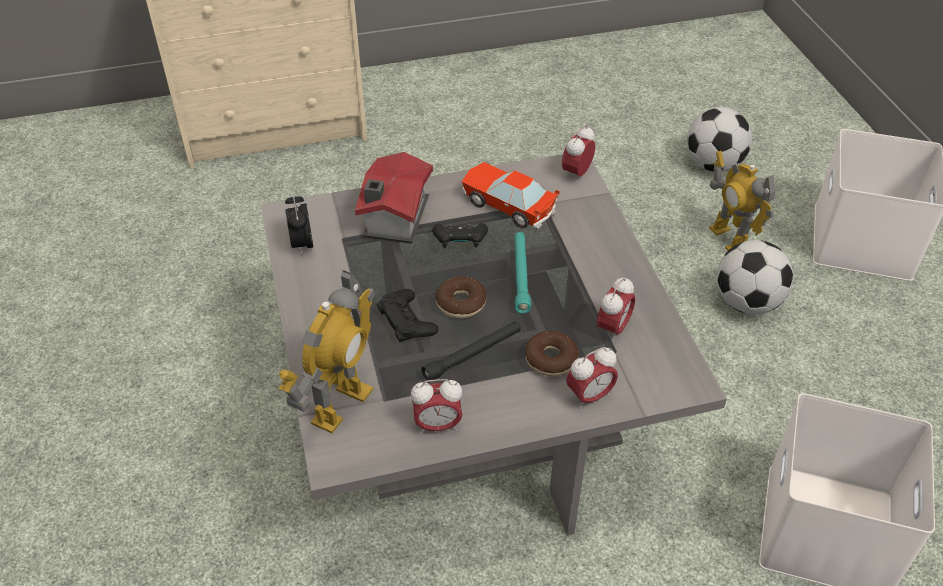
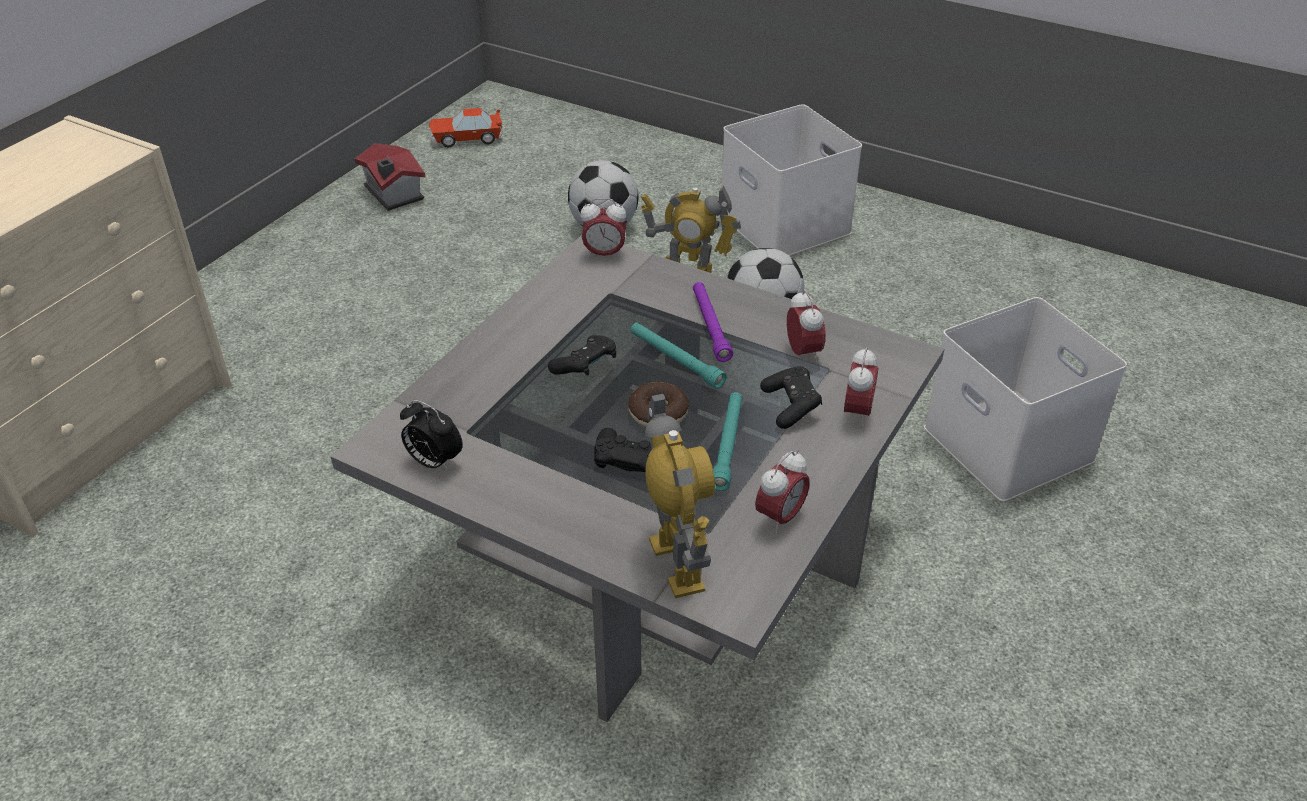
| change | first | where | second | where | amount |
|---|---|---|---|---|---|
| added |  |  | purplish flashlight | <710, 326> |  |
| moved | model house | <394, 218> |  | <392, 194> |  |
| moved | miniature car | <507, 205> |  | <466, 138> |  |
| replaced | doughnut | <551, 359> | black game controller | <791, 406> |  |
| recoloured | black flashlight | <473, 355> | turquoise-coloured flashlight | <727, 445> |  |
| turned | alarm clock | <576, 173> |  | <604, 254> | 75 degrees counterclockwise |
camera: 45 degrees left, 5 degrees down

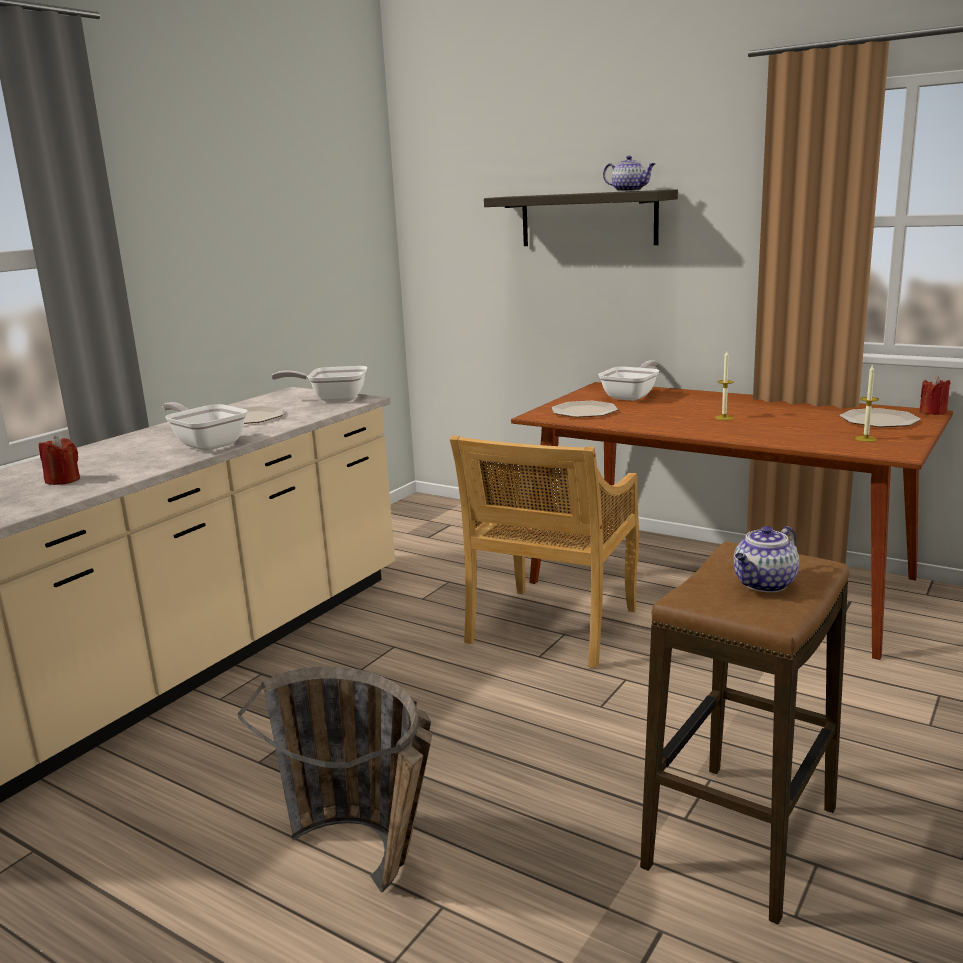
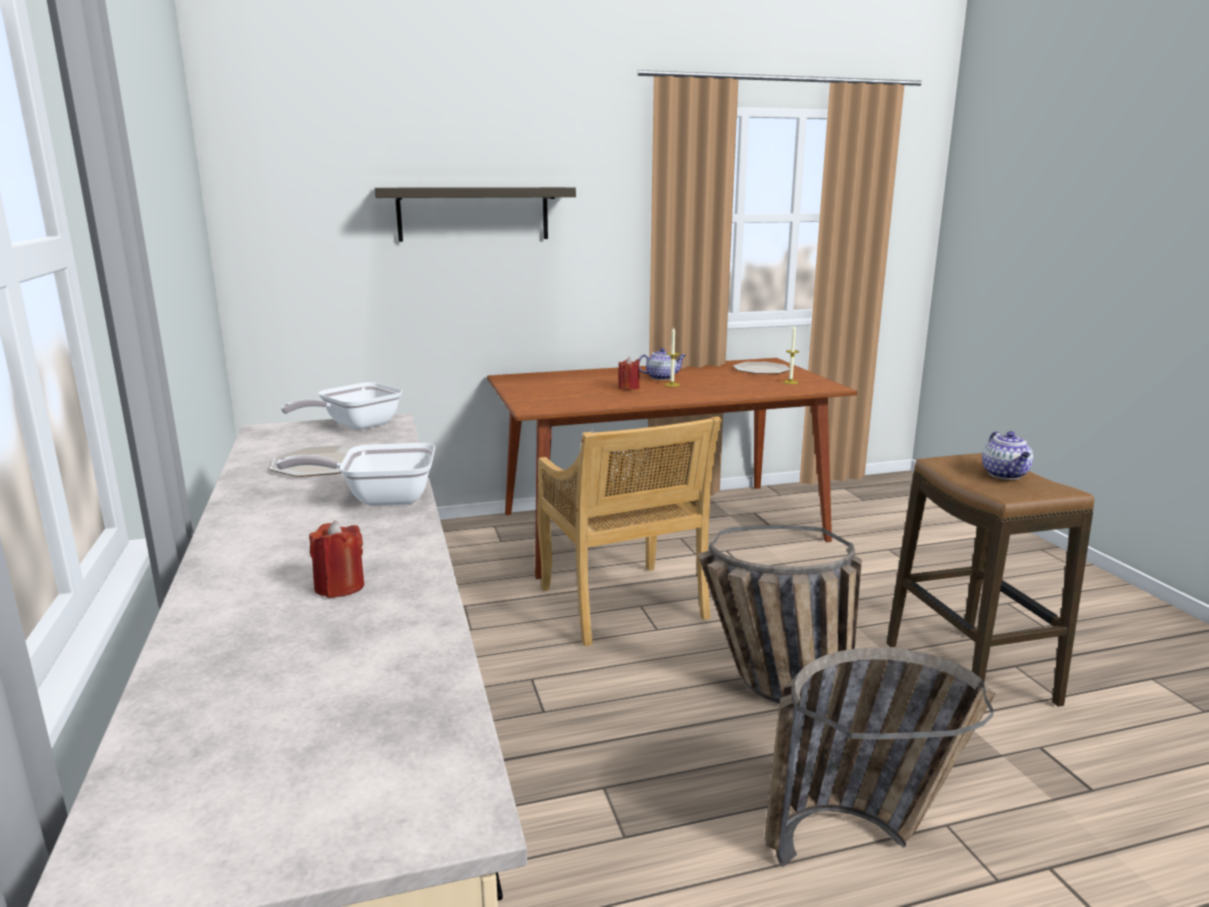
| change | first | where | second | where | amount |
|---|---|---|---|---|---|
| removed | dinner plate | <583, 411> |  |  |  |
| removed | pan | <632, 396> |  |  |  |
| added |  |  | household basket | <772, 687> |  |
| moved | tea pot | <629, 191> |  | <661, 377> |  |
| moved | reddish candle | <933, 412> |  | <628, 388> |  |
camera: 50 degrees left, 0 degrees up

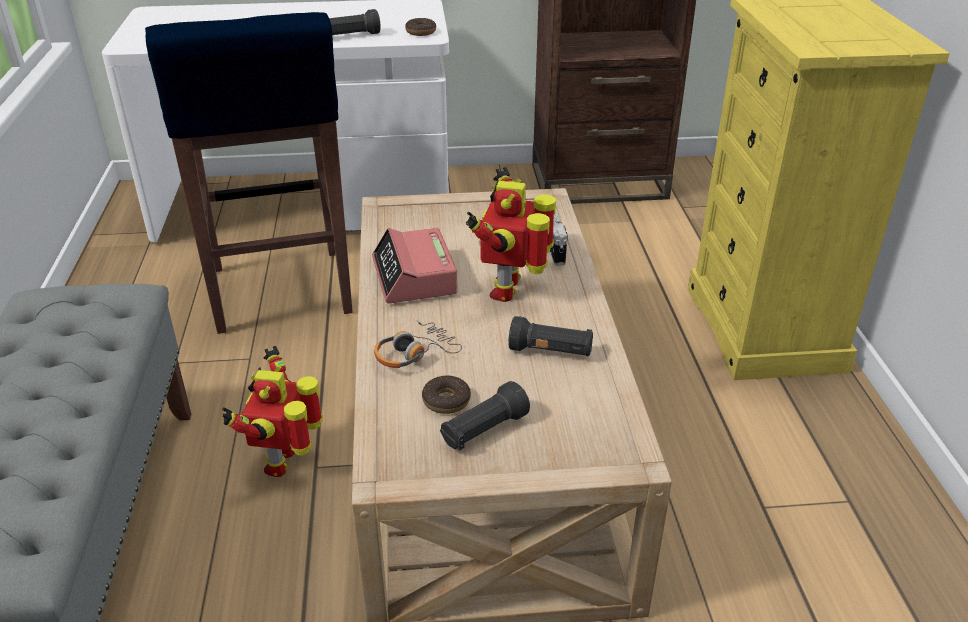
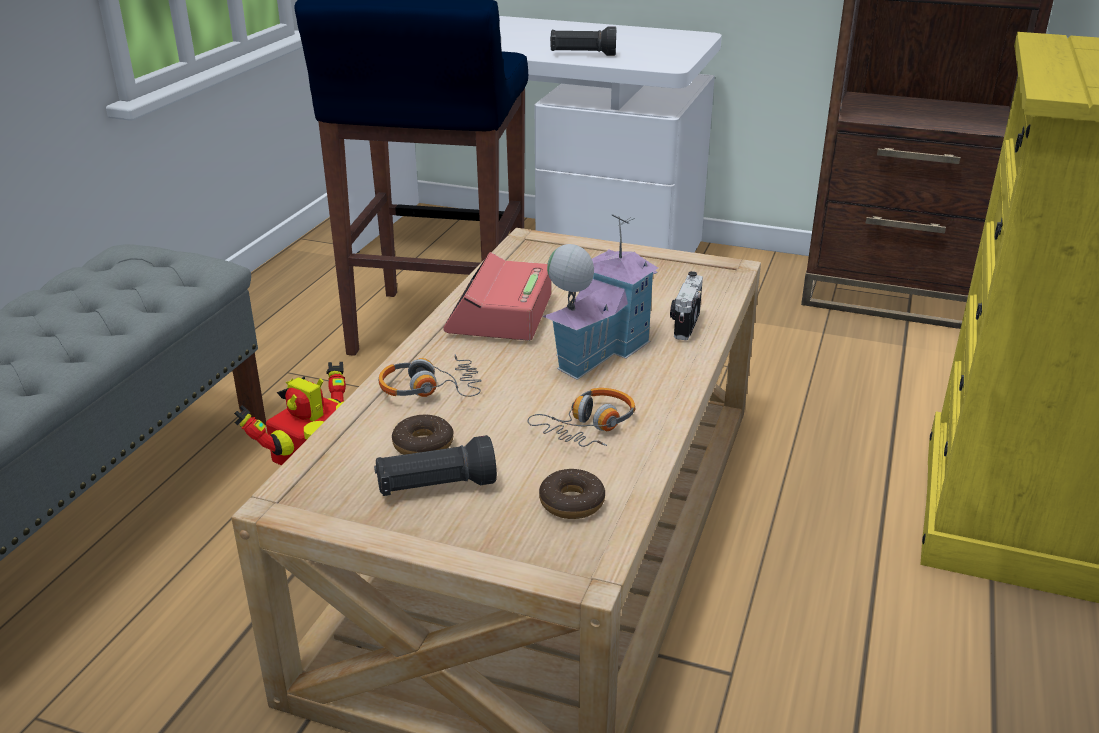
| change | first | where | second | where | amount |
|---|---|---|---|---|---|
| moved | doughnut | <421, 32> |  | <572, 502> |  |
| replaced | robot figure | <509, 289> | model house | <598, 350> |  |
| replaced | black flashlight | <551, 351> | headphones | <588, 427> |  |
camera: 25 degrees right, 5 degrees down

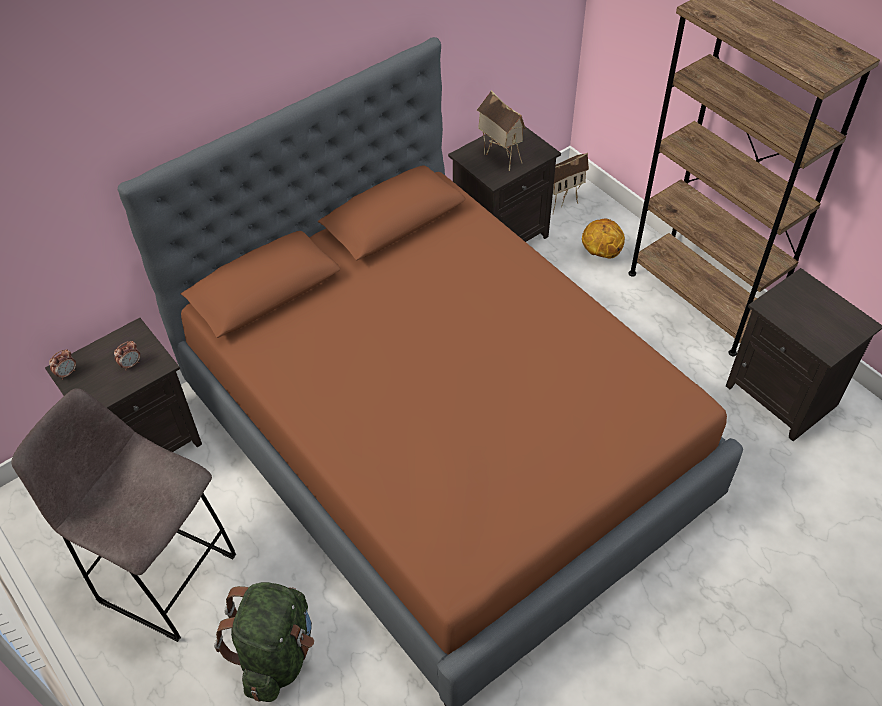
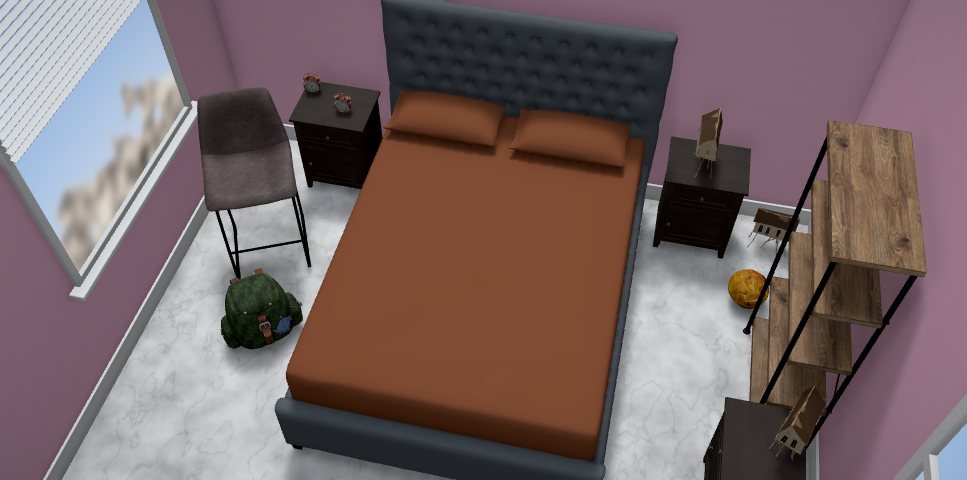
| change | first | where | second | where | amount |
|---|---|---|---|---|---|
| added |  |  | model house | <788, 443> |  |
camera: 50 degrees right, 0 degrees up

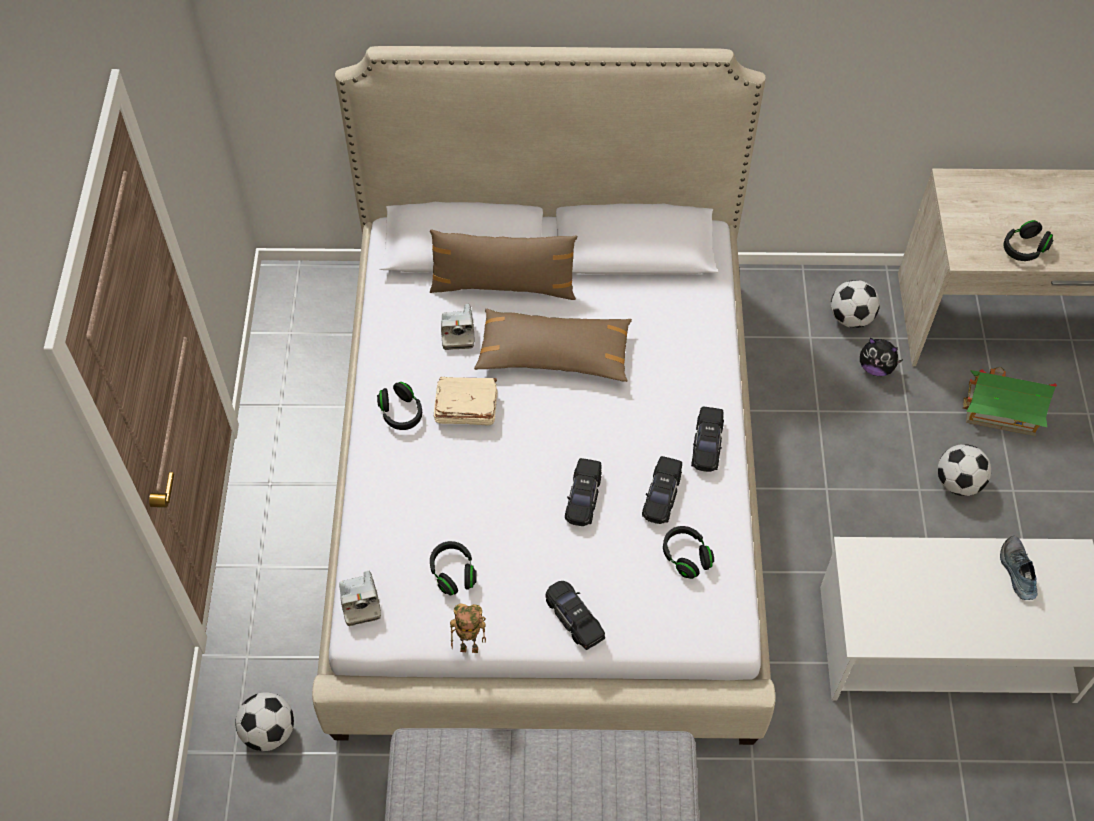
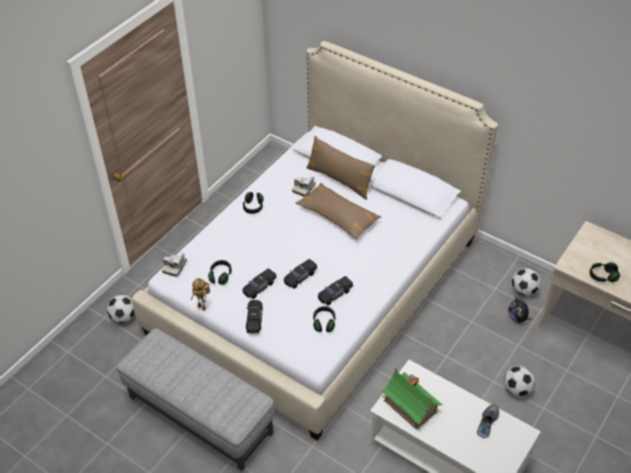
| change | first | where | second | where | amount |
|---|---|---|---|---|---|
| removed | beige book | <465, 408> |  |  |  |
| moved | black miniature car | <707, 445> |  | <259, 287> |  |
| moved | model house | <1001, 410> |  | <410, 405> |  |
camera: 35 degrees right, 10 degrees down

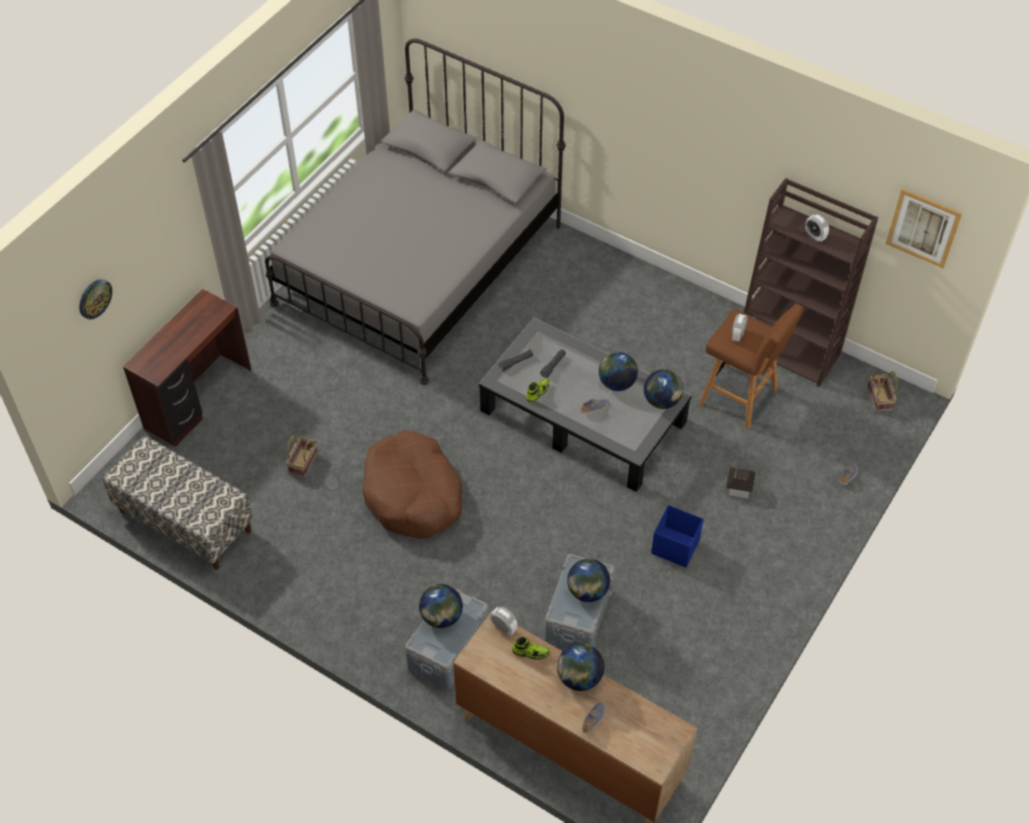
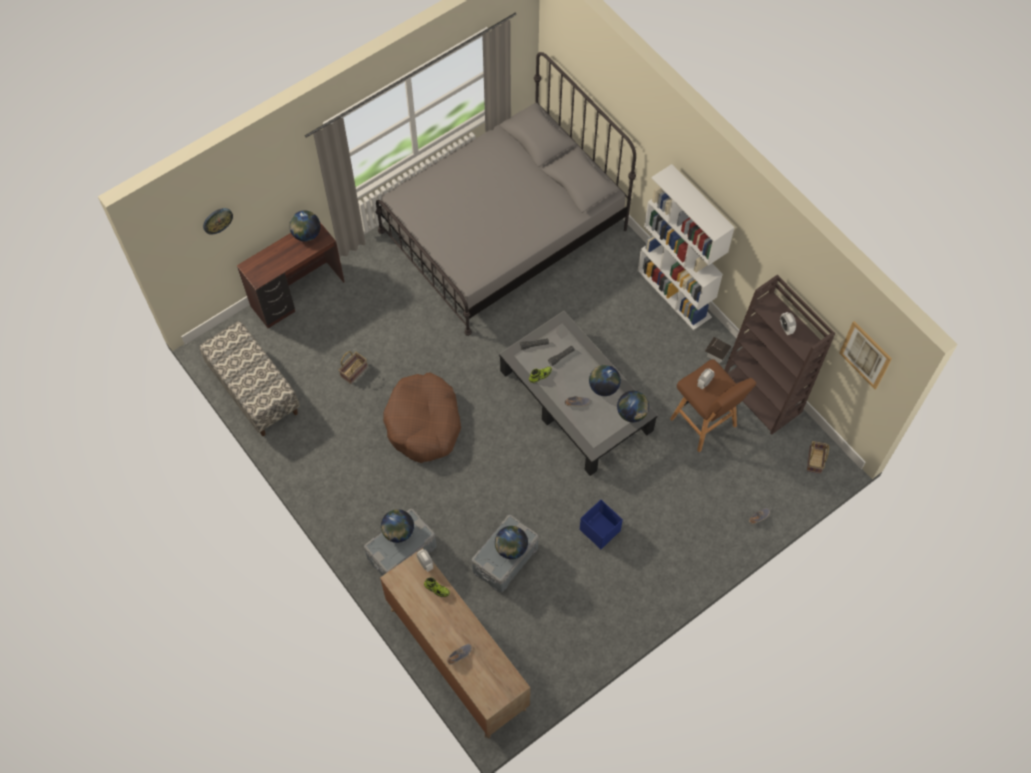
| change | first | where | second | where | amount |
|---|---|---|---|---|---|
| added |  |  | white-coloured bookcase | <675, 293> |  |
| moved | world globe | <579, 678> |  | <306, 234> |  |
| moved | model house | <739, 488> |  | <716, 354> |  |
camera: 20 degrees right, 10 degrees up

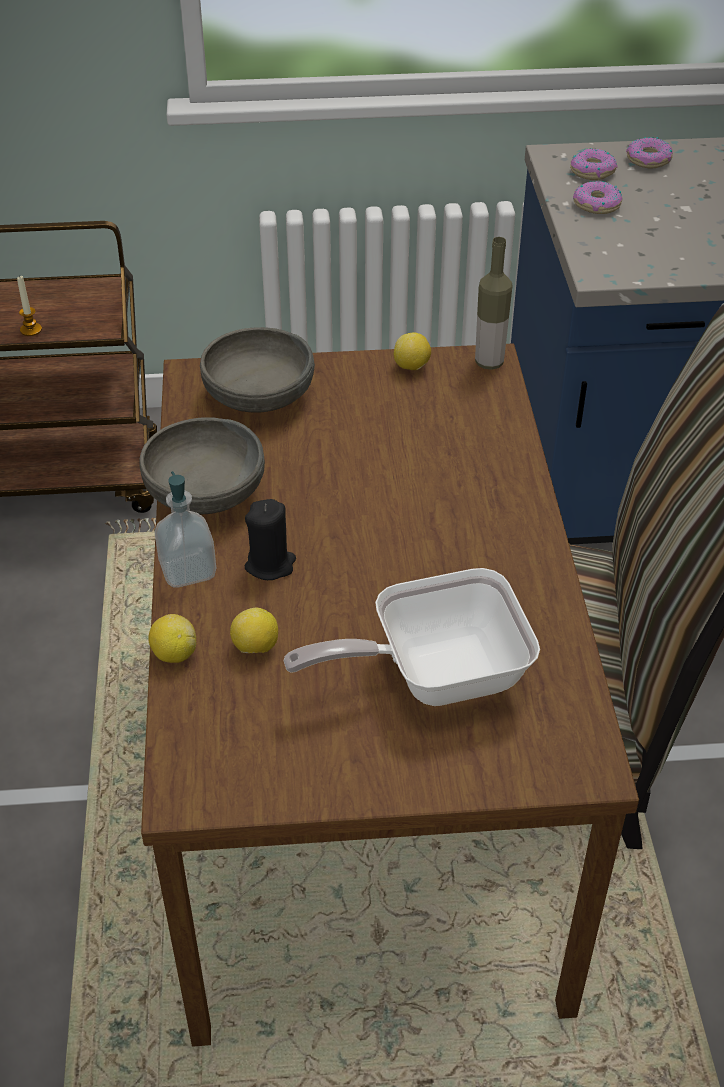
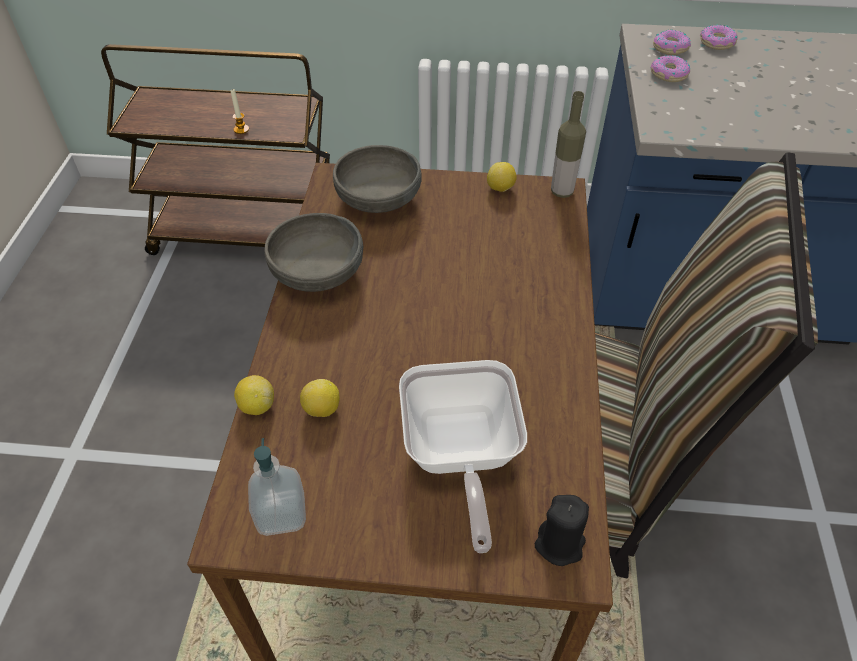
| change | first | where | second | where | amount |
|---|---|---|---|---|---|
| moved | soap dispenser | <188, 570> |  | <281, 514> |  |
| moved | black candle | <270, 565> |  | <559, 544> |  |
| turned | pan | <434, 675> |  | <460, 456> | 90 degrees counterclockwise |
camera: 10 degrees right, 5 degrees up

